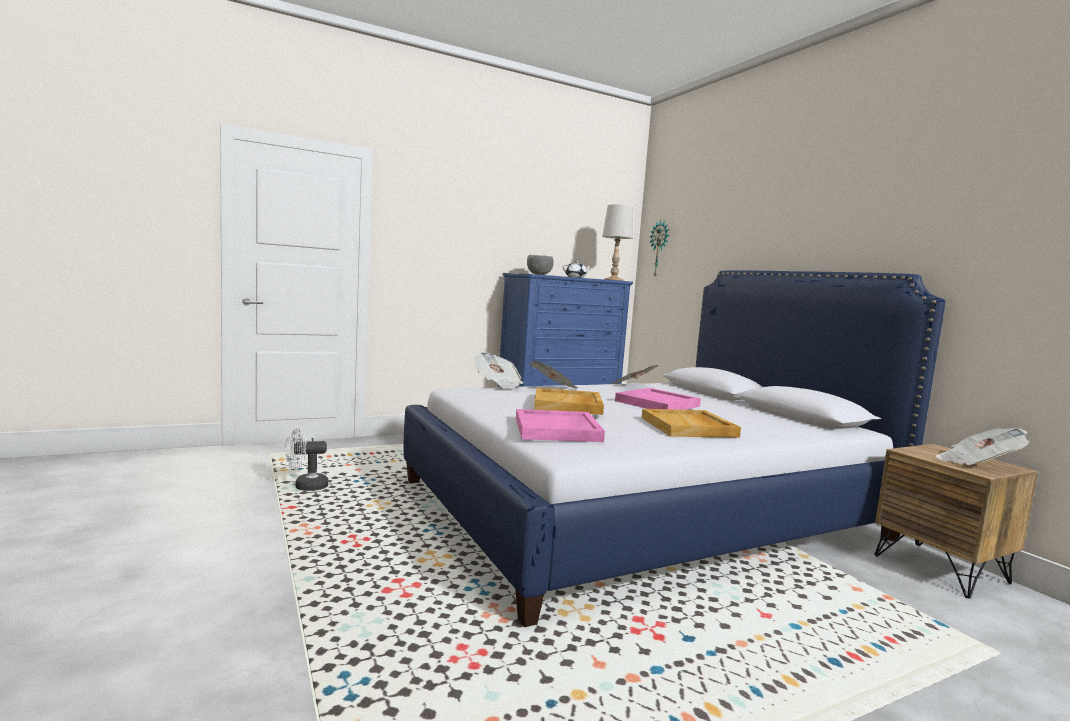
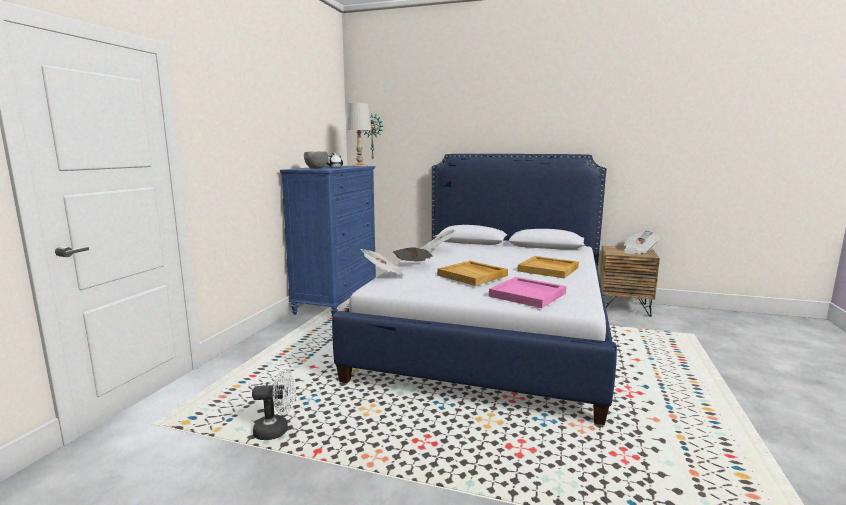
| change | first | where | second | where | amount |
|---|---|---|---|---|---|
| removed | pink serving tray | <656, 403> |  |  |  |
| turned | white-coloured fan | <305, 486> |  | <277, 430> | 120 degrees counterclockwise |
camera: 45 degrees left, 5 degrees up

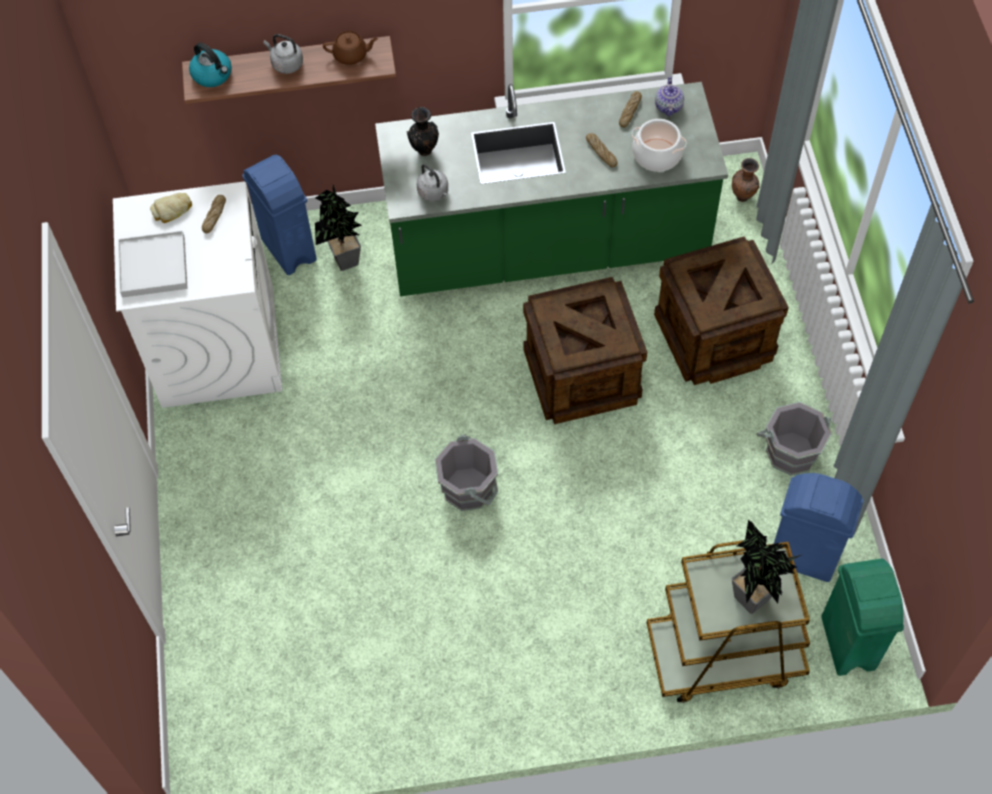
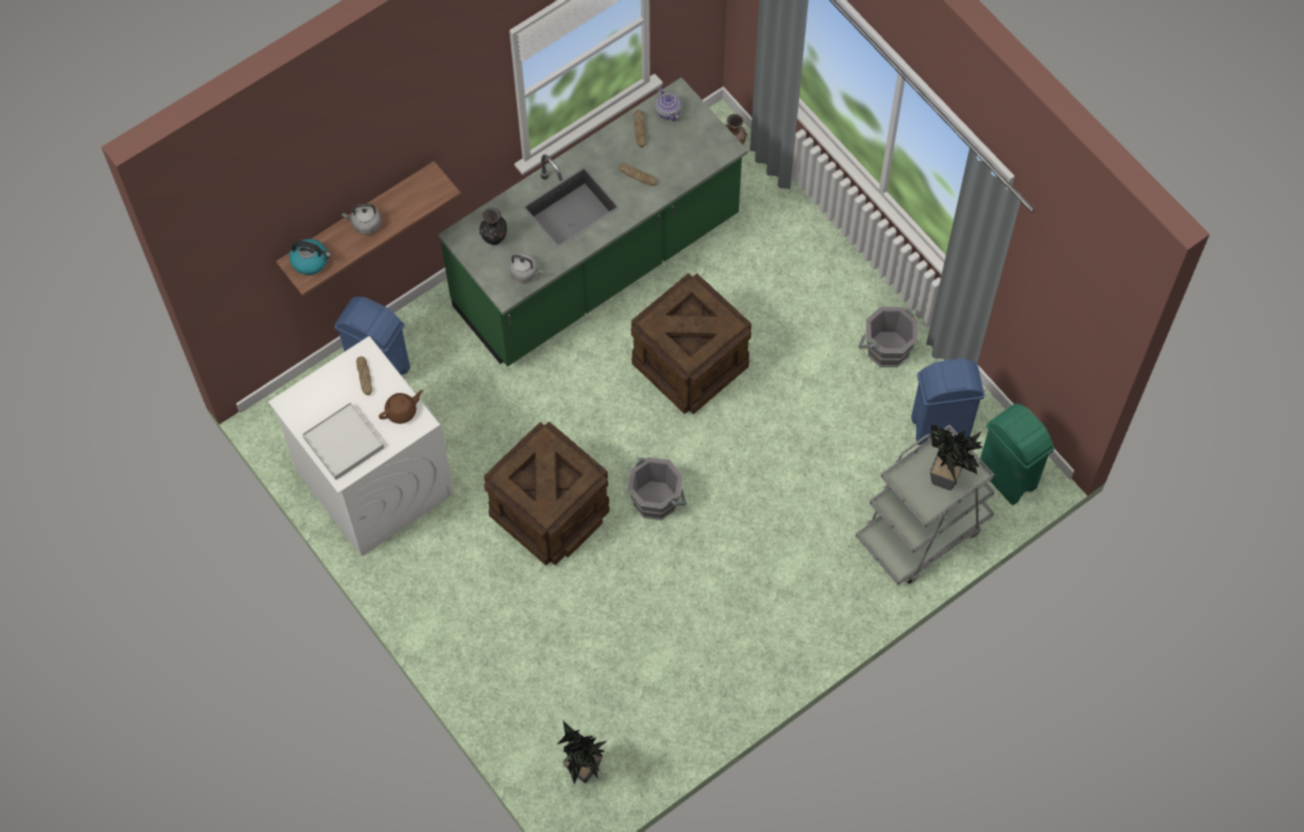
| change | first | where | second | where | amount |
|---|---|---|---|---|---|
| removed | baked bread | <172, 210> |  |  |  |
| removed | saucepot | <657, 155> |  |  |  |
| moved | houseplant | <345, 264> |  | <585, 774> |  |
| moved | brownish tea pot | <351, 55> |  | <402, 411> |  |
| moved | crate | <714, 337> |  | <550, 512> |  |
| recoloured | brownish cart | <723, 654> | gray cart | <922, 531> |  |
camera: 30 degrees left, 5 degrees up

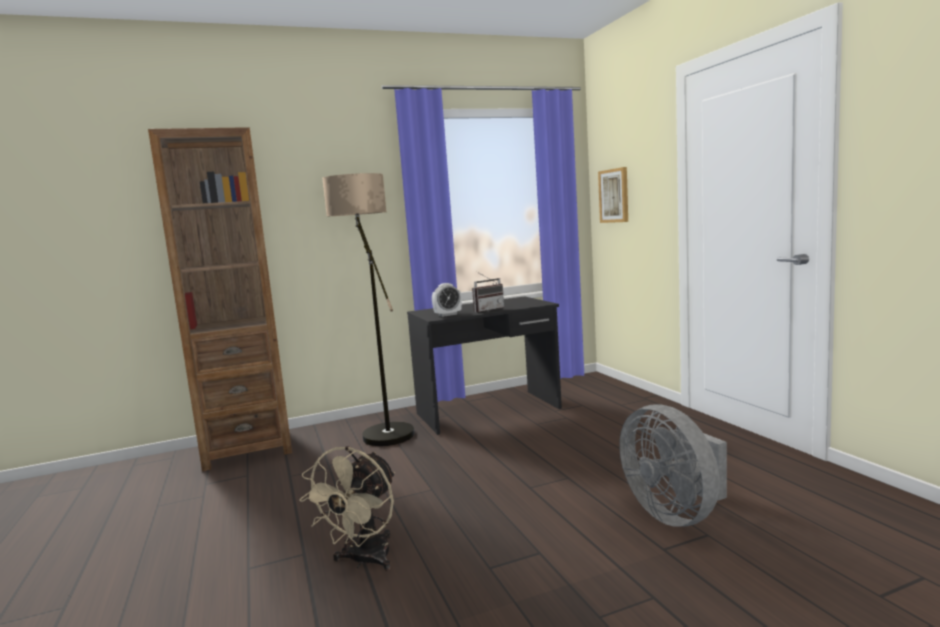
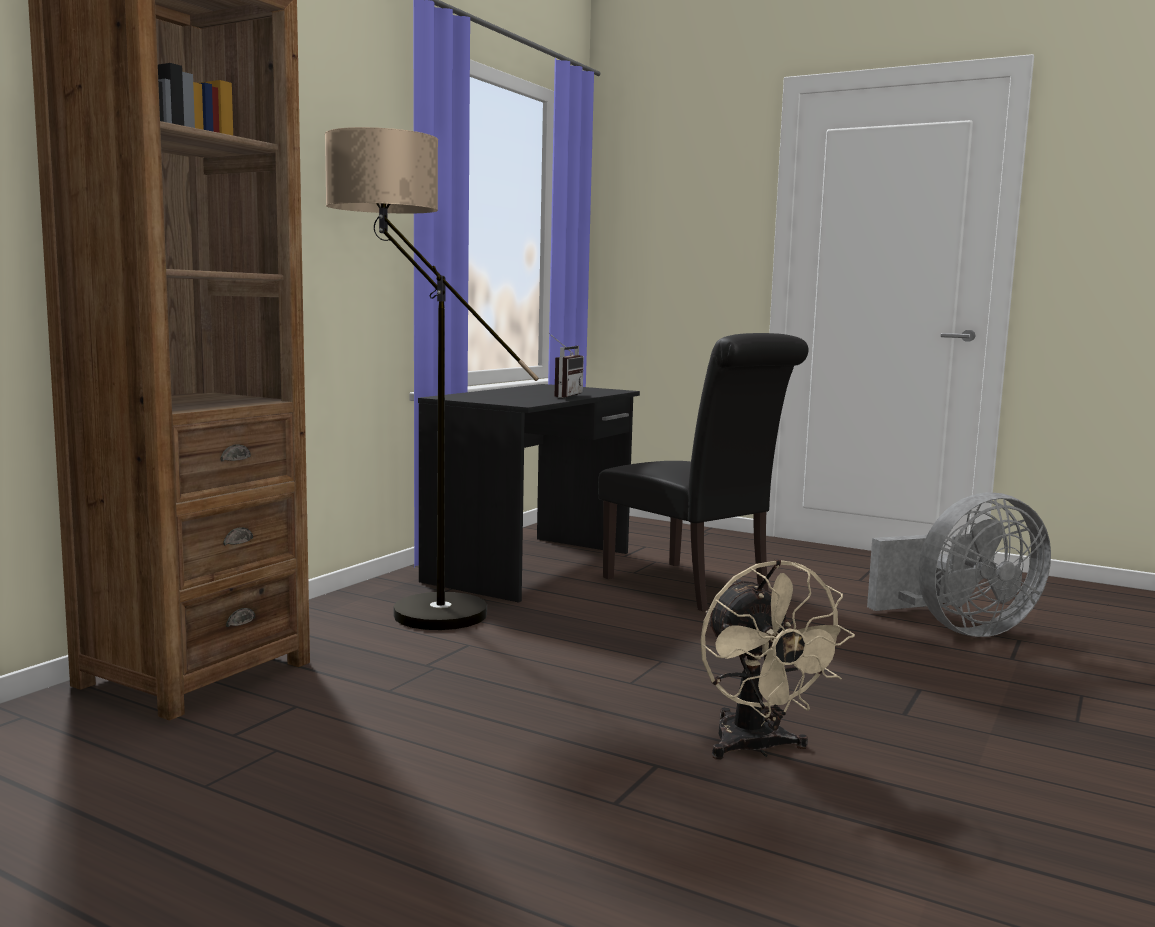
| change | first | where | second | where | amount |
|---|---|---|---|---|---|
| removed | alarm clock | <448, 315> |  |  |  |
| removed | picture | <614, 195> |  |  |  |
| added |  |  | black upright chair | <693, 588> |  |
| turned | gray fan | <675, 513> |  | <960, 629> | 45 degrees counterclockwise |
camera: 40 degrees left, 0 degrees up

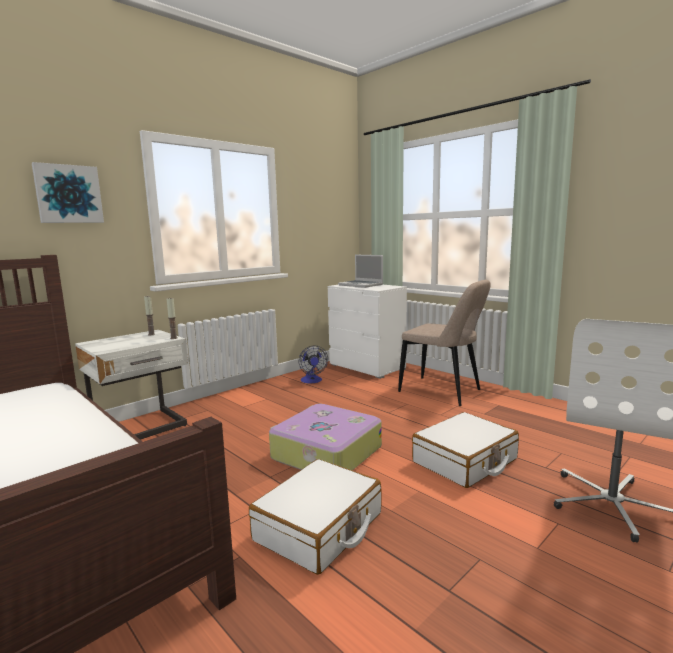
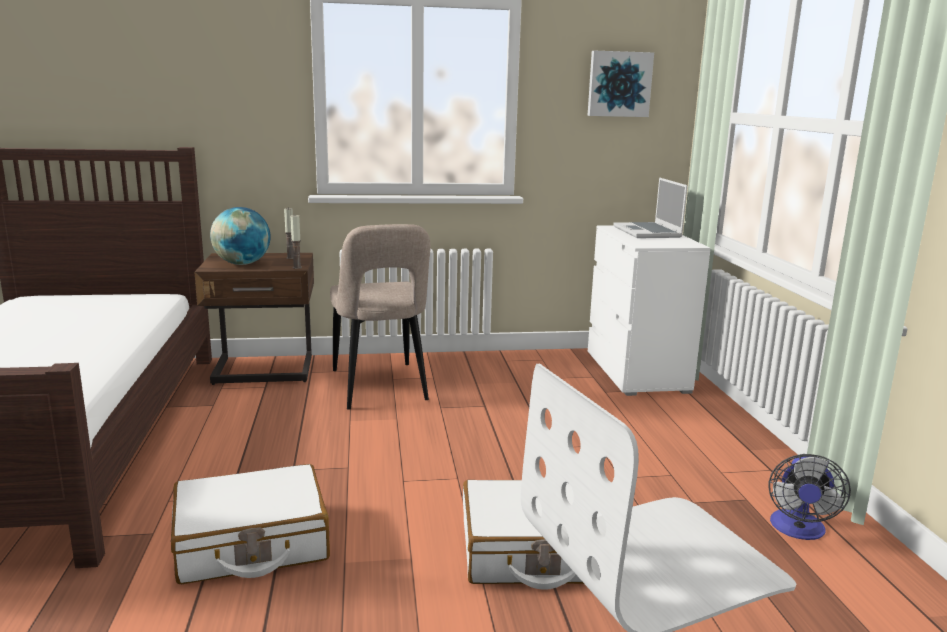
| change | first | where | second | where | amount |
|---|---|---|---|---|---|
| removed | suitcase | <325, 453> |  |  |  |
| added |  |  | world globe | <242, 264> |  |
| moved | picture | <68, 194> |  | <619, 84> |  |
| moved | fan | <312, 381> |  | <798, 530> |  |
| moved | beige upright chair | <443, 392> |  | <380, 388> |  |
| recoloured | white-coloured bedside table | <142, 429> | brownish bedside table | <264, 371> |  |
camera: 35 degrees right, 5 degrees up

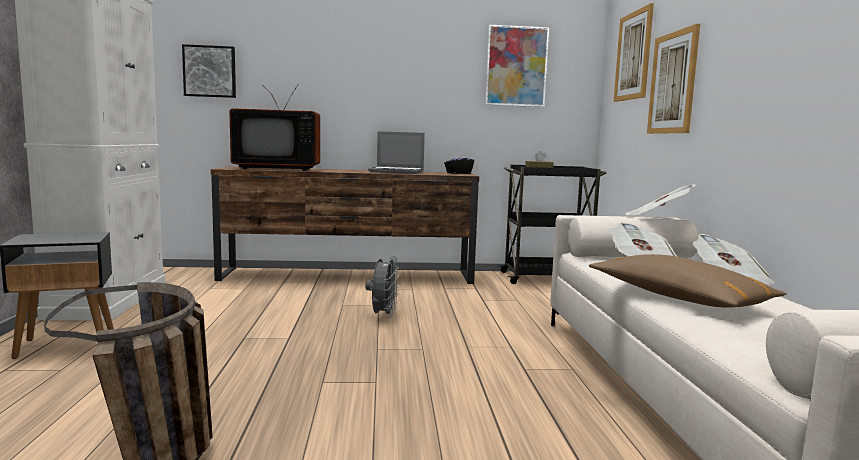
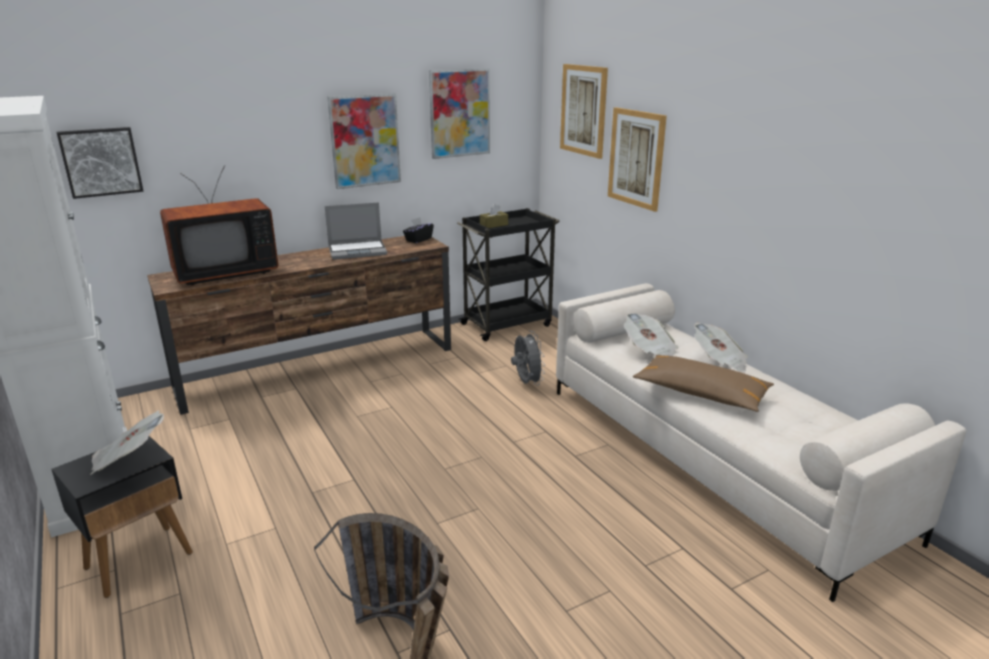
| change | first | where | second | where | amount |
|---|---|---|---|---|---|
| added |  |  | picture | <365, 141> |  |
| moved | gray fan | <383, 316> |  | <526, 383> |  |
| moved | printed paper | <657, 217> |  | <129, 459> |  |
camera: 25 degrees left, 15 degrees up

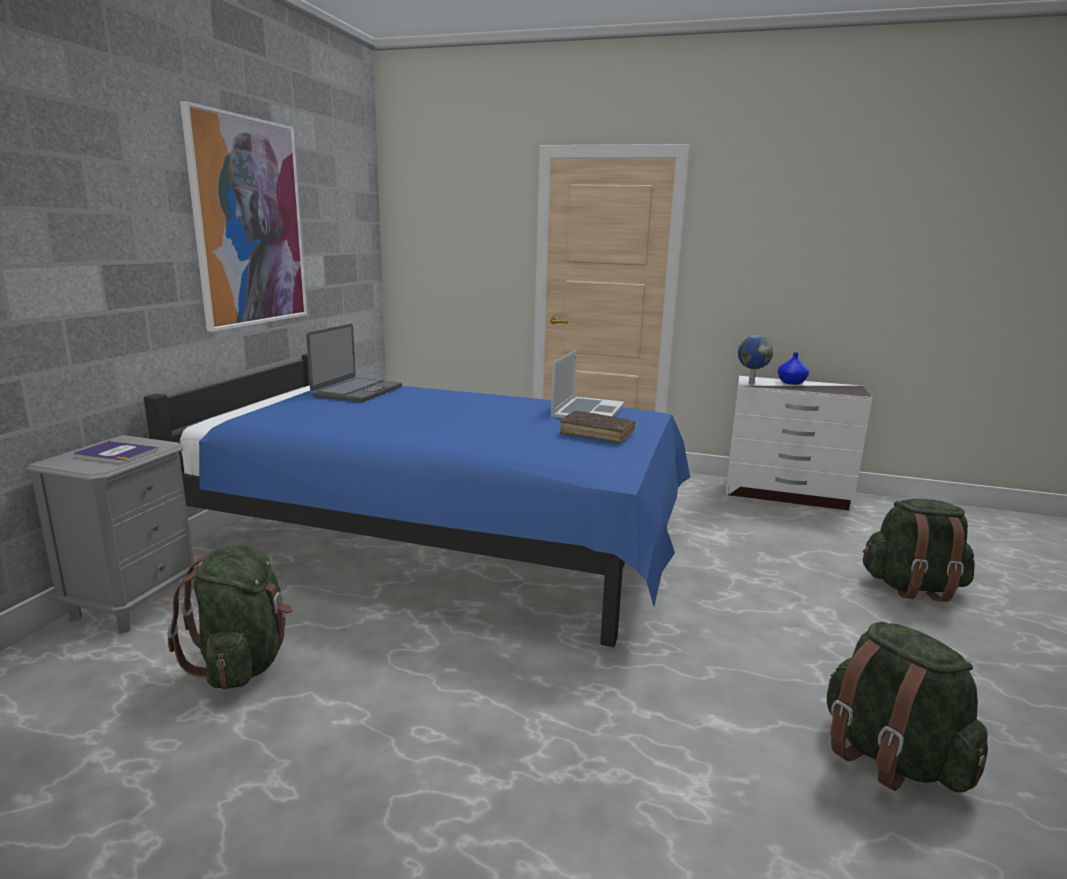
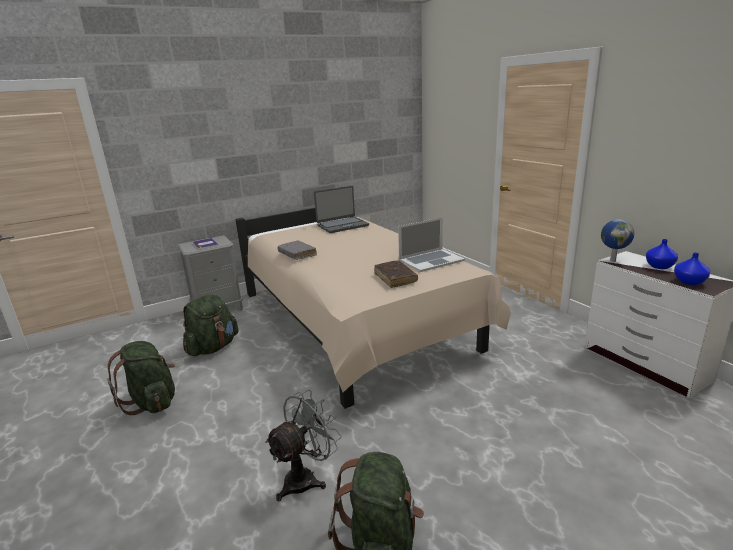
| change | first | where | second | where | amount |
|---|---|---|---|---|---|
| removed | picture | <249, 223> |  |  |  |
| added |  |  | gray fan | <306, 478> |  |
| added |  |  | gray book | <297, 254> |  |
| added |  |  | bluish vase | <689, 282> |  |
| moved | green backpack | <912, 587> |  | <152, 402> |  |
| recoloured | bluish sleeping bed | <446, 544> | beige sleeping bed | <355, 323> |  |
camera: 45 degrees right, 5 degrees up

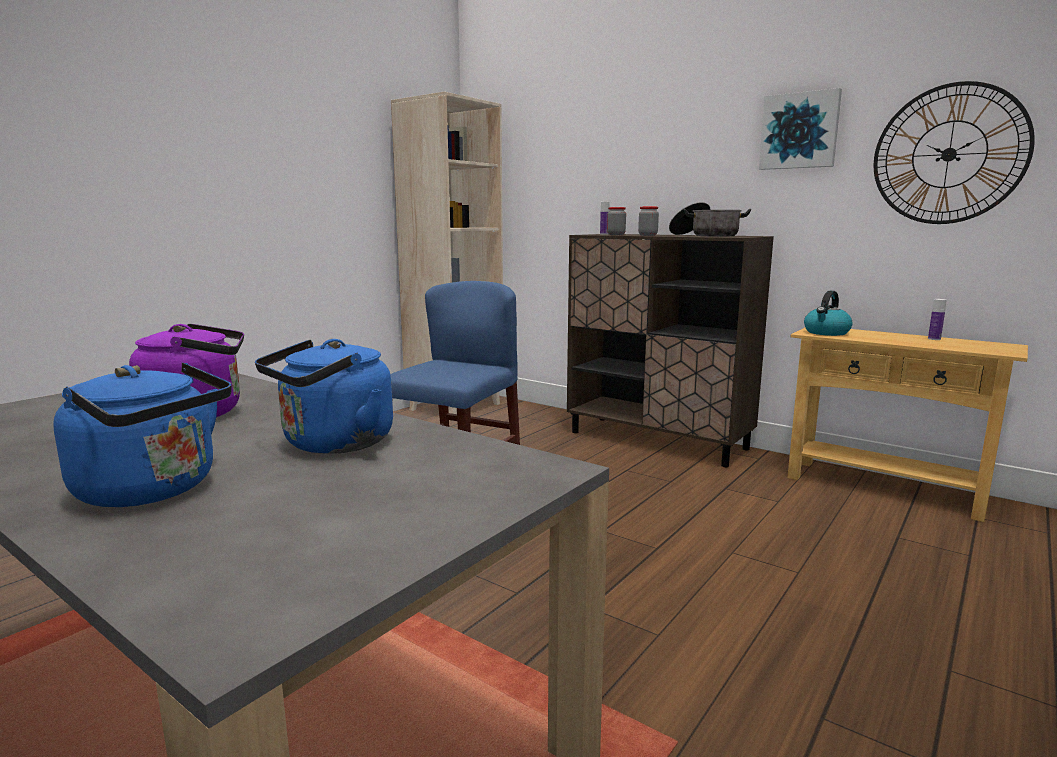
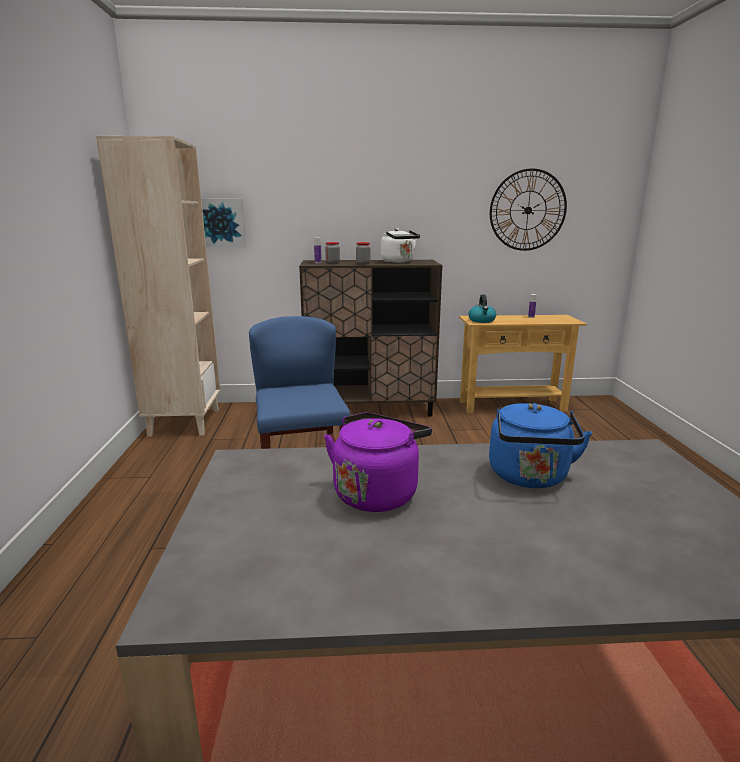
| change | first | where | second | where | amount |
|---|---|---|---|---|---|
| removed | bluish water kettle | <154, 490> |  |  |  |
| moved | picture | <799, 131> |  | <221, 222> |  |
| replaced | saucepot | <705, 235> | white-coloured water kettle | <398, 262> |  |
camera: 40 degrees left, 5 degrees up

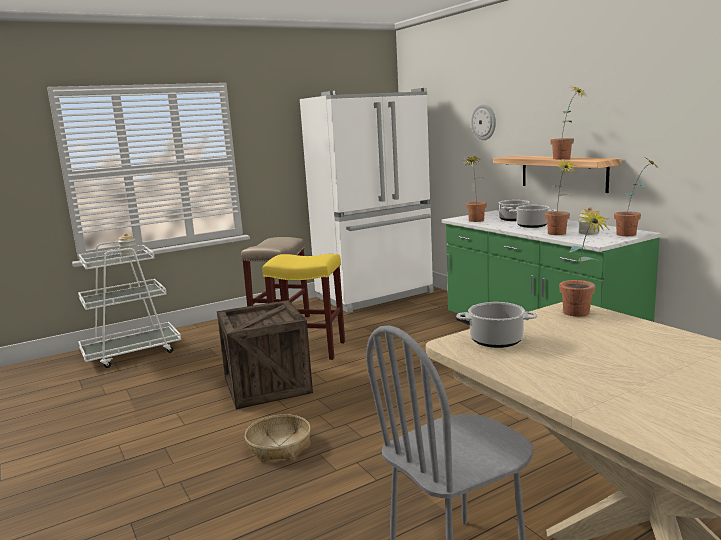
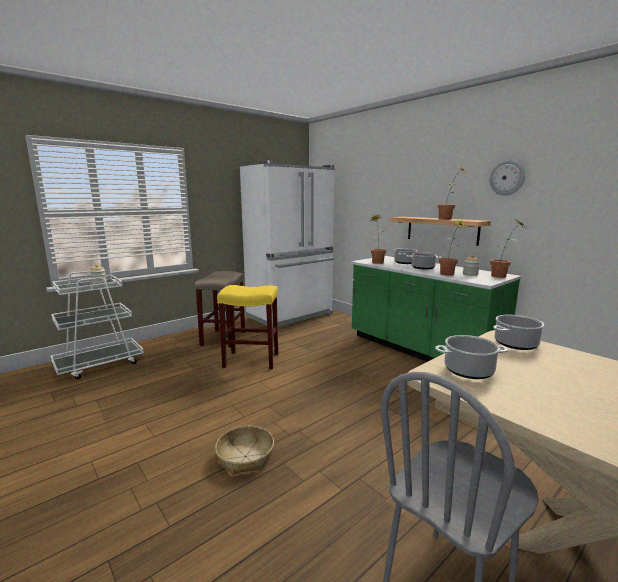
| change | first | where | second | where | amount |
|---|---|---|---|---|---|
| removed | crate | <267, 385> |  |  |  |
| moved | wall clock | <484, 122> |  | <507, 178> |  |
| replaced | houseplant | <580, 315> | saucepot | <516, 344> |  |
camera: 10 degrees left, 0 degrees up

